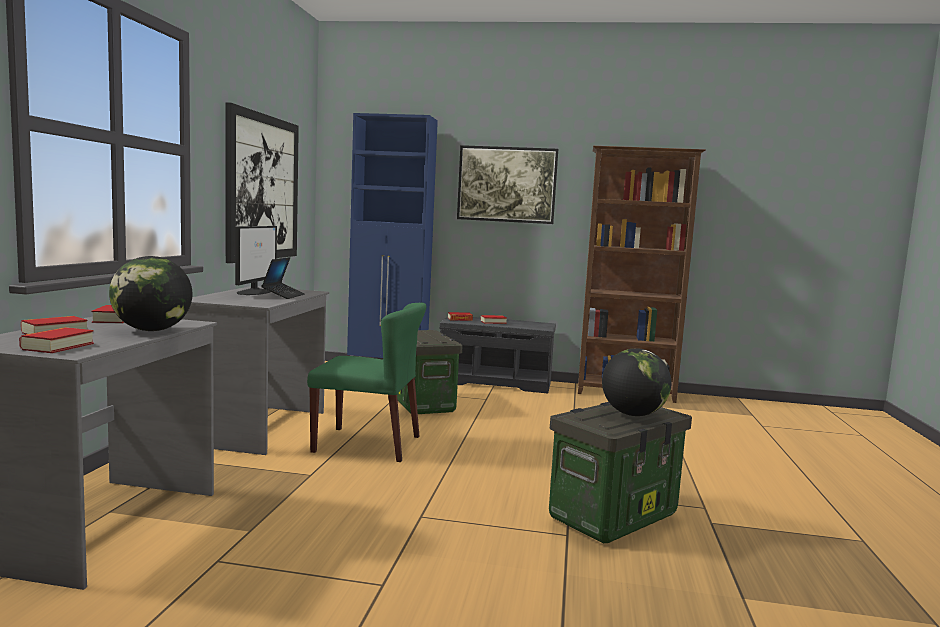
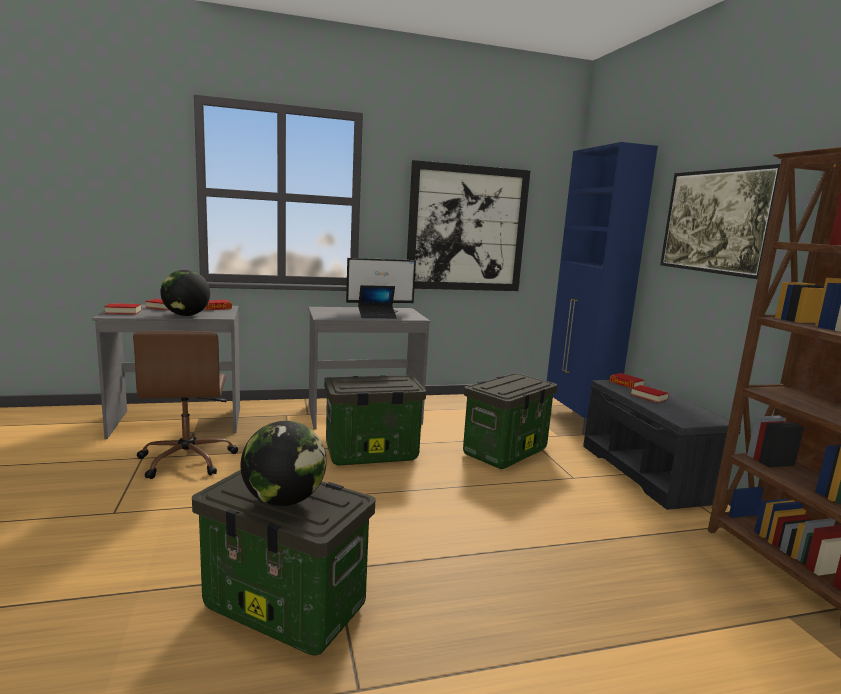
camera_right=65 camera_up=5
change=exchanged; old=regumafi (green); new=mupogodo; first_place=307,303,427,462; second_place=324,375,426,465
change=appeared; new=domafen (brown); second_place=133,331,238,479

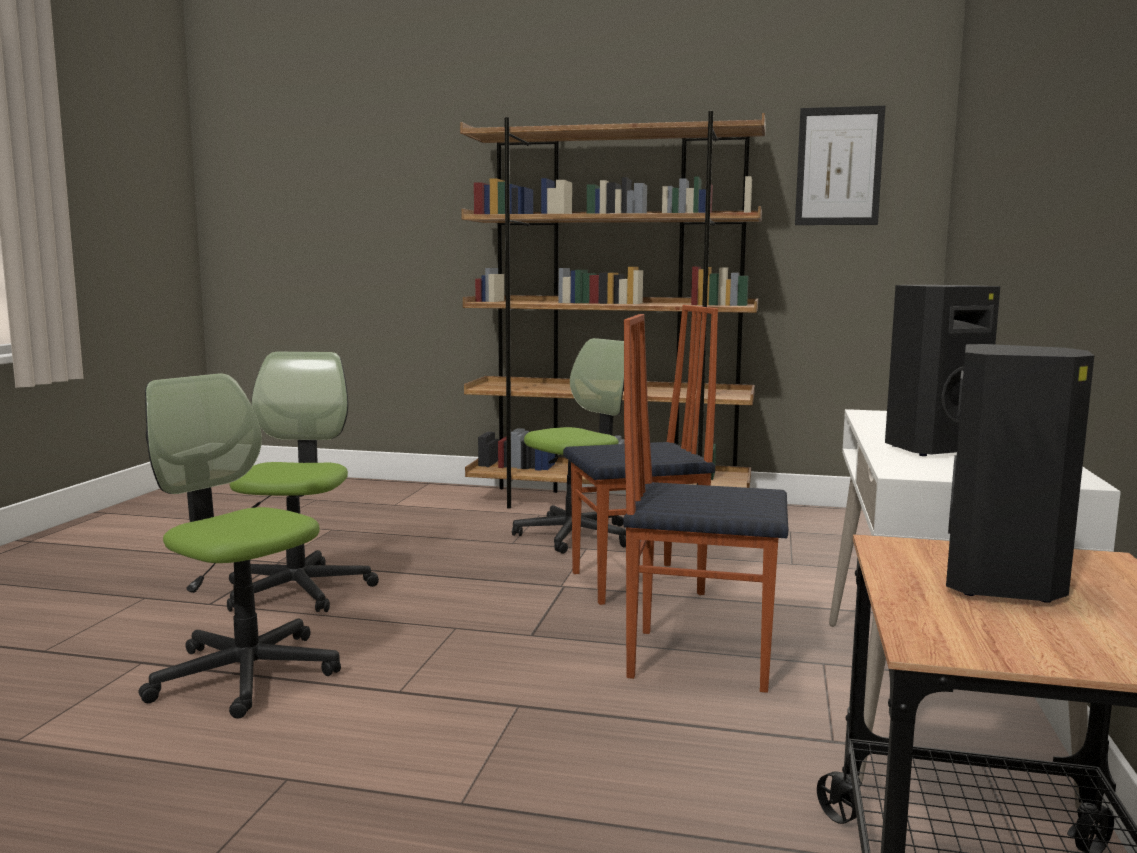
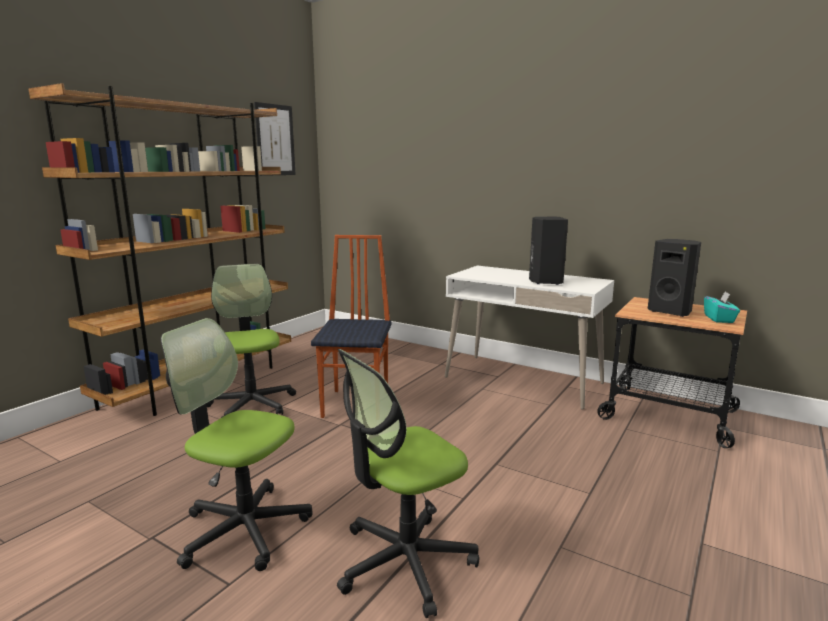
camera_right=-70 camera_up=5
change=missing; old=regumafi; first_place=623,314,788,693
change=appeared; new=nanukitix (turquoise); second_place=704,291,740,323

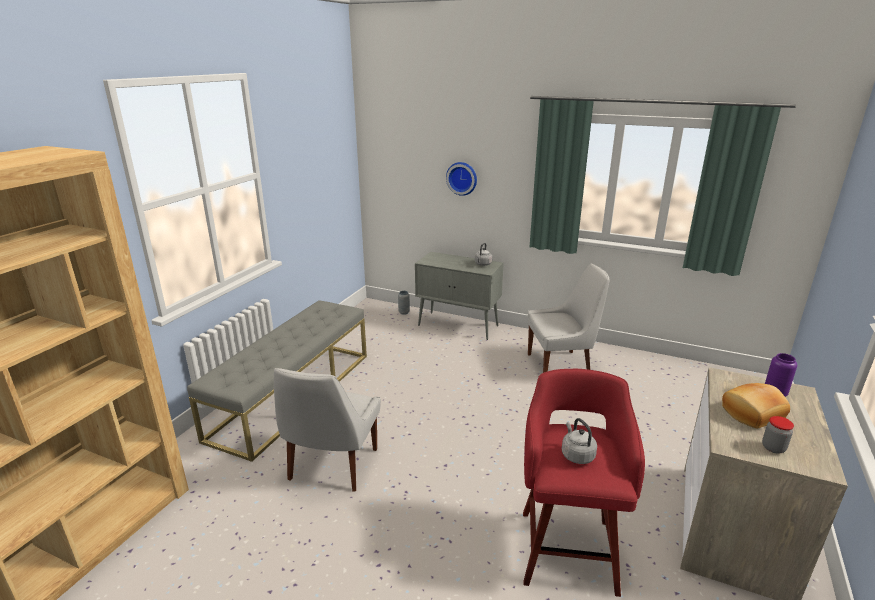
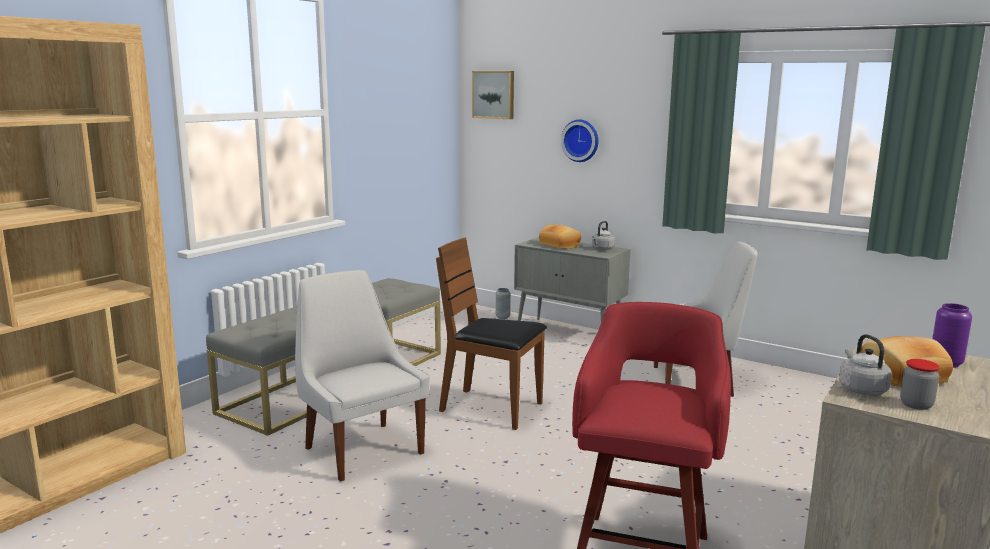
camera_right=10 camera_up=-10
change=spun; old=regumafi (white); first_place=274,368,381,492; second_place=295,270,430,482; degrees=120
change=relocated; old=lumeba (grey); first_place=562,418,597,464; second_place=839,334,892,395
change=appeared; new=regumafi (brown); second_place=436,238,547,430
change=appeared; new=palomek; second_place=472,71,514,119
change=appeared; new=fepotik; second_place=539,224,581,249

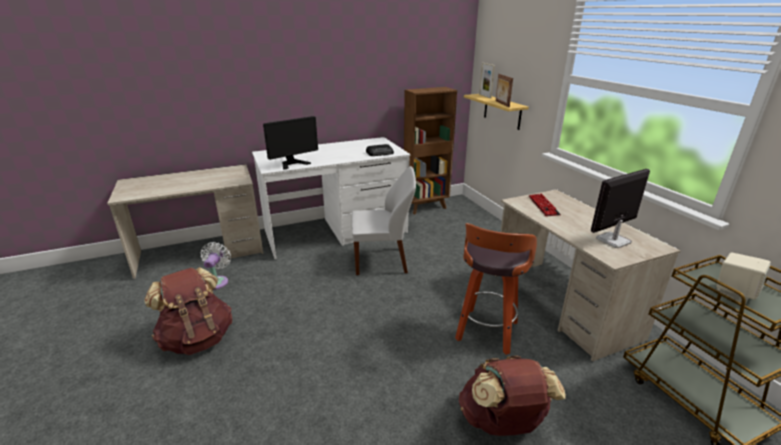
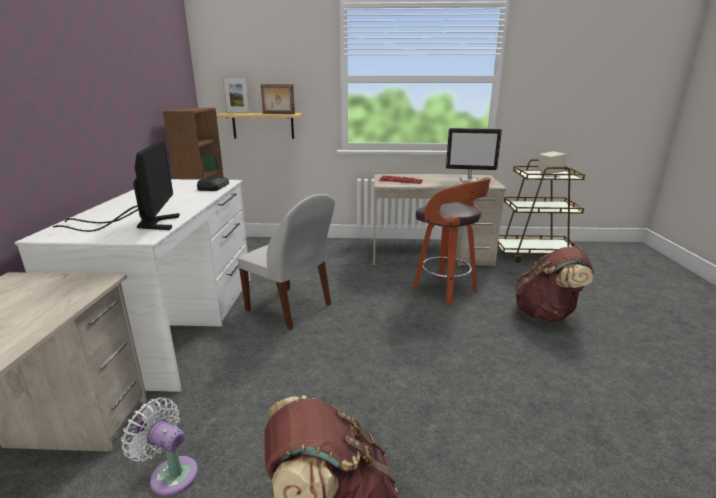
camera_right=-65 camera_up=-5
change=spun; old=regumafi (white); first_place=352,166,416,275; second_place=237,194,335,330; degrees=105
change=spun; old=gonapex; first_place=591,169,650,248; second_place=446,128,502,182; degrees=-75

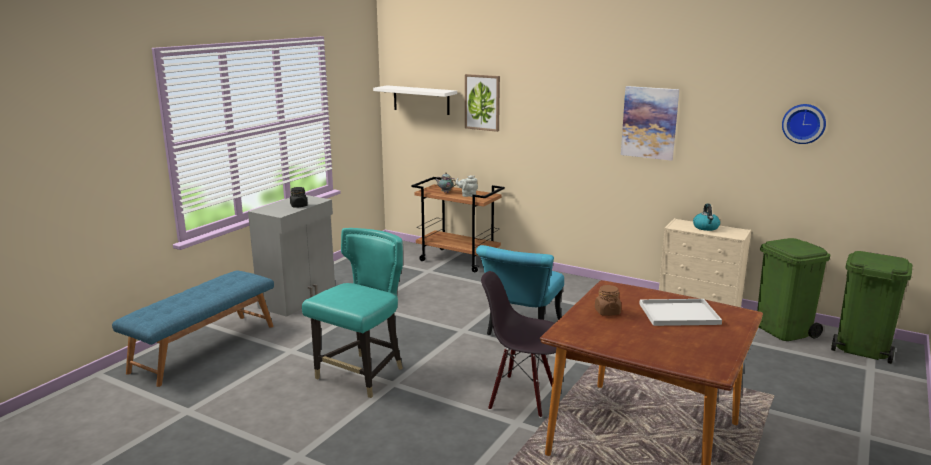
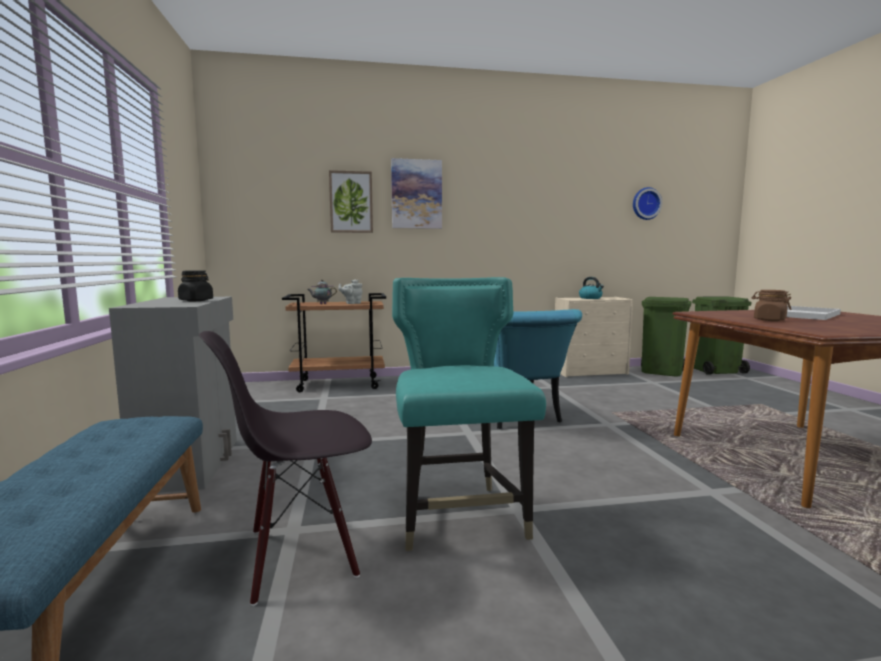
camera_right=-40 camera_up=-10
change=missing; old=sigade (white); first_place=373,85,457,115
change=relocated; old=regumafi (black); first_place=481,271,556,418; second_place=199,331,372,606
change=relocated; old=palomek; first_place=621,86,679,161; second_place=391,158,442,229

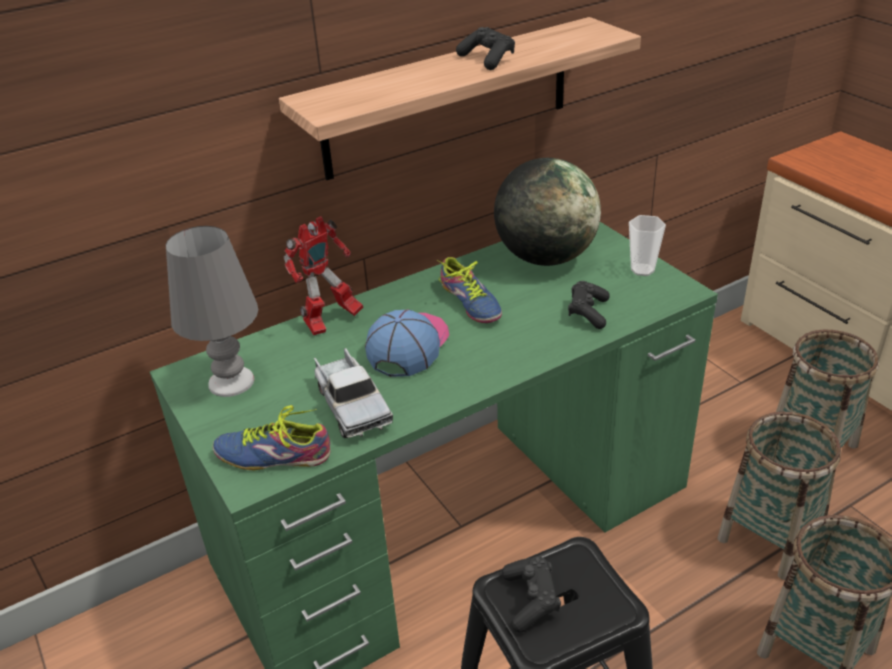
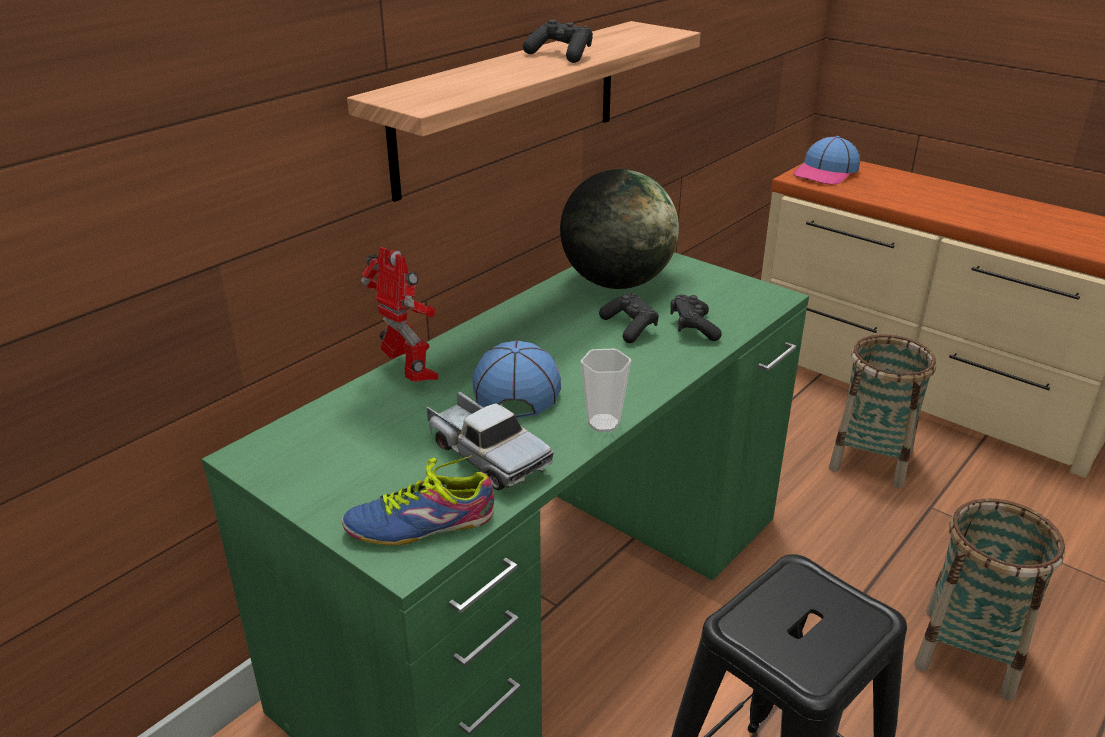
camera_right=-20 camera_up=-5
change=missing; old=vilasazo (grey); first_place=166,226,259,397
change=spun; old=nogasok; first_place=284,216,363,335; second_place=361,247,439,382; degrees=-75
change=missing; old=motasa; first_place=437,257,502,323
change=relocated; old=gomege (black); first_place=502,556,561,633; second_place=599,293,659,343
change=relocated; old=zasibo; first_place=629,215,666,276; second_place=581,349,631,432
change=missing; old=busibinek; first_place=717,412,841,580
change=appeared; new=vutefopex; second_place=793,136,860,185

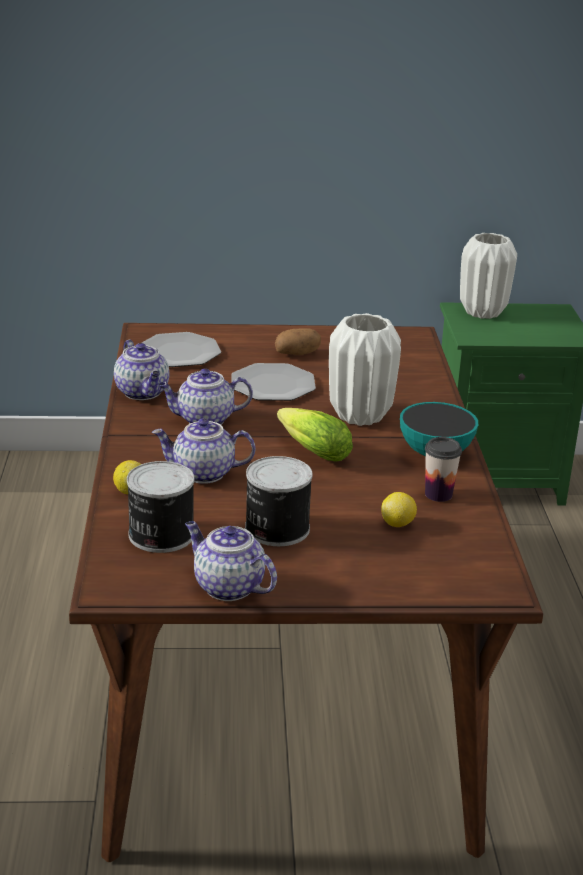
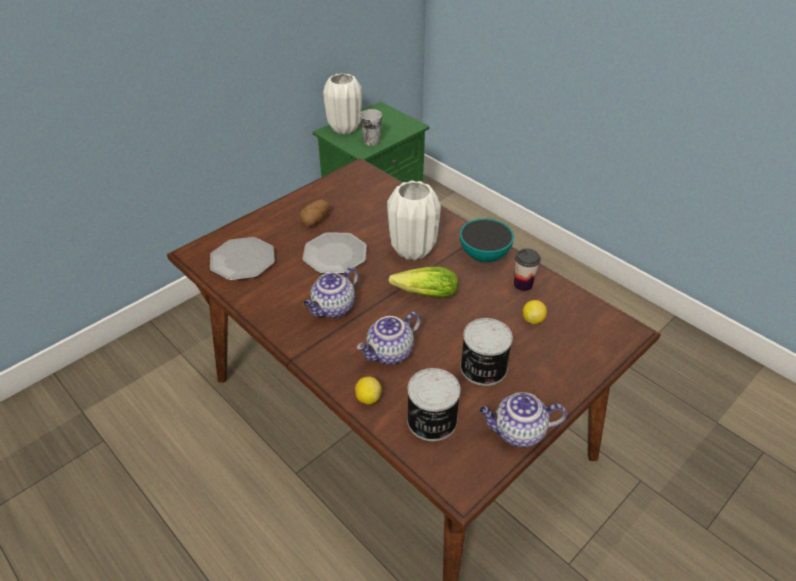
camera_right=-40 camera_up=15
change=missing; old=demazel; first_place=114,340,170,400
change=appeared; new=zasibo; second_place=360,109,382,146

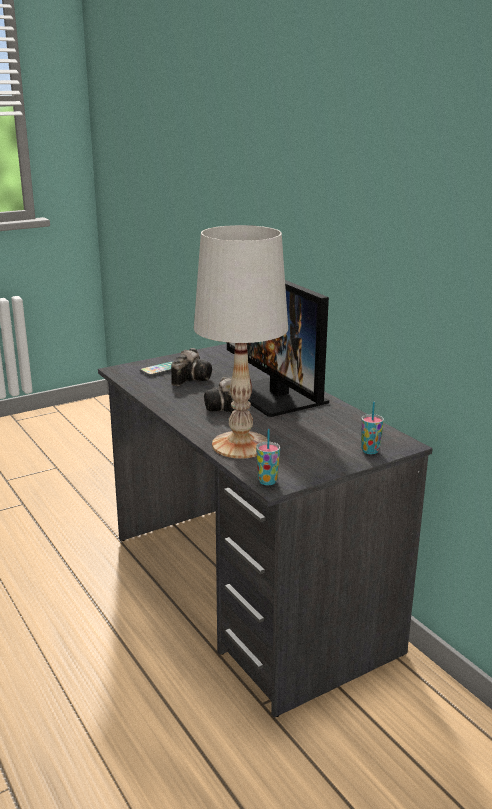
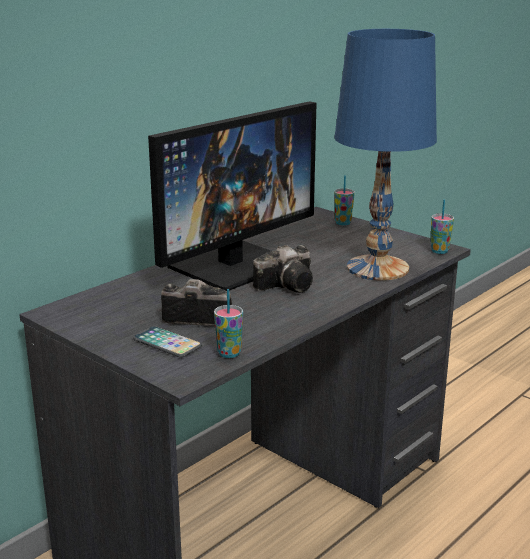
camera_right=-105 camera_up=0
change=colour; old=vilasazo (white); new=vilasazo (blue); first_place=194,225,288,459; second_place=334,29,437,281
change=appeared; new=zasibo; second_place=214,289,243,358

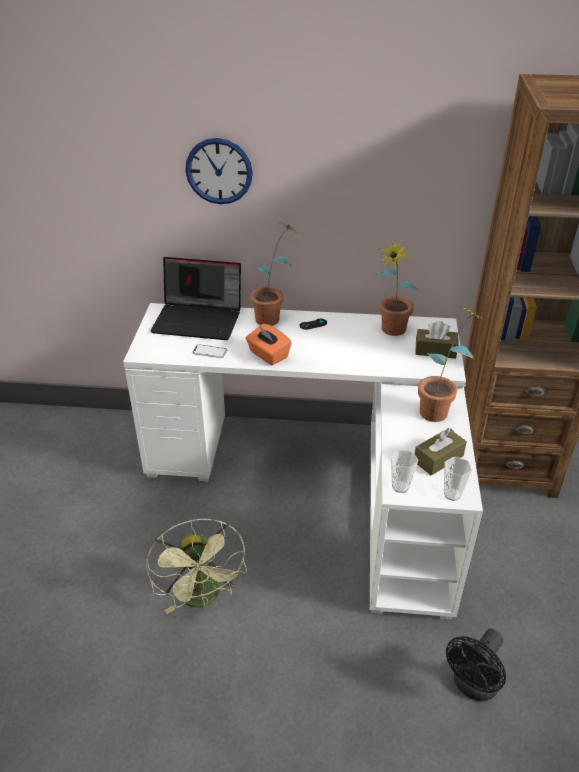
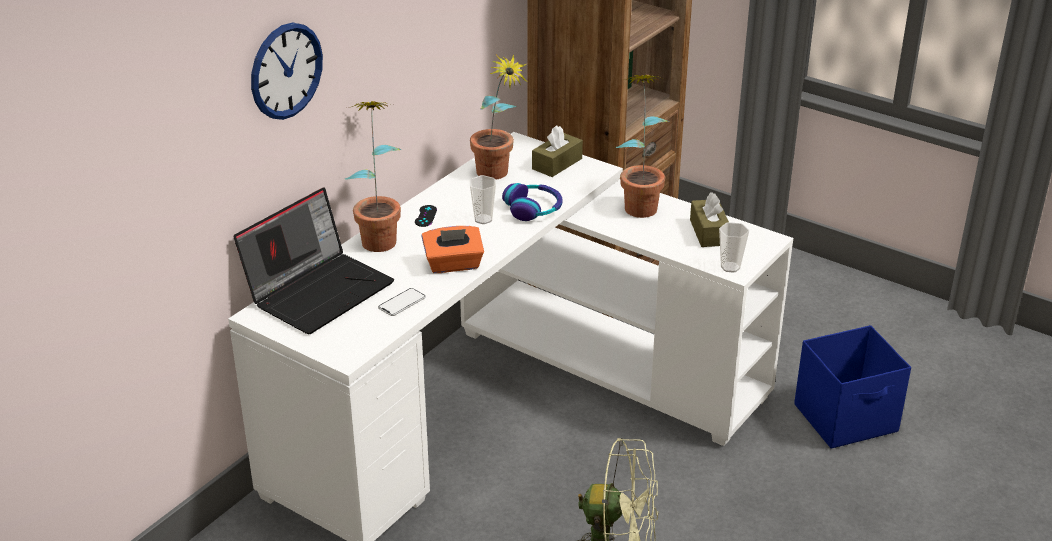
camera_right=-60 camera_up=-5
change=relocated; old=zasibo; first_place=444,457,472,501; second_place=470,175,496,224
change=exchanged; old=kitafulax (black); new=mupogodo (blue); first_place=446,629,506,702; second_place=794,325,911,449
change=appeared; new=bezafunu; second_place=502,183,563,221

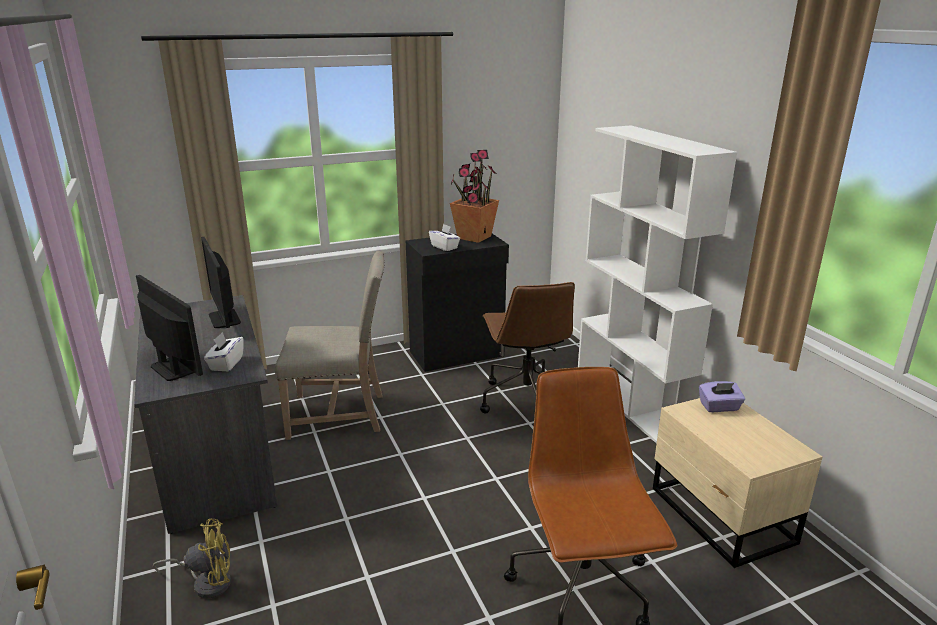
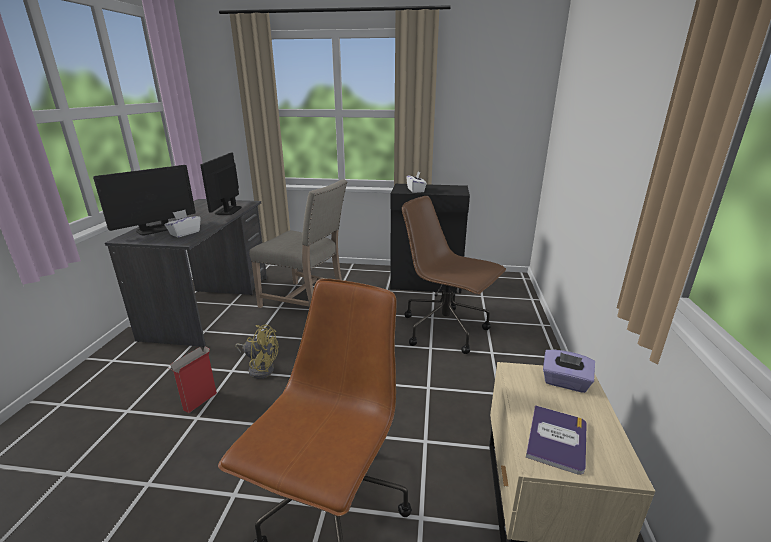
camera_right=30 camera_up=0
change=spun; old=gonapex; first_place=136,275,203,381; second_place=93,165,196,236; degrees=60
change=relocated; old=kitafulax (yellow); first_place=153,519,231,598; second_place=235,324,278,379
change=missing; old=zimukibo; first_place=450,150,499,243
change=spun; old=domafen (brown); first_place=480,282,575,414; second_place=402,196,506,354; degrees=105
change=missing; old=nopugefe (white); first_place=578,125,737,444
change=appeared; new=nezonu; second_place=168,347,217,413
change=appeared; new=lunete; second_place=526,405,586,475

